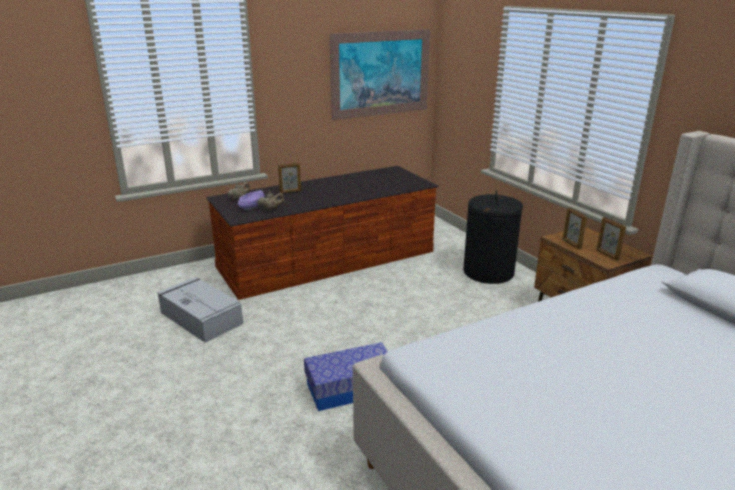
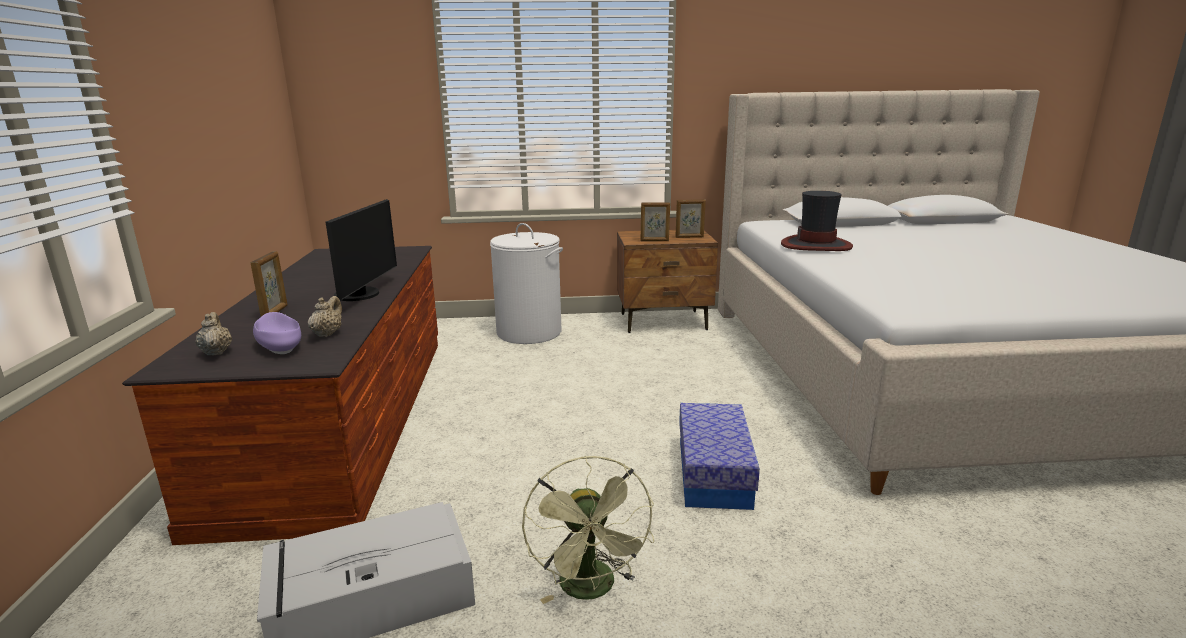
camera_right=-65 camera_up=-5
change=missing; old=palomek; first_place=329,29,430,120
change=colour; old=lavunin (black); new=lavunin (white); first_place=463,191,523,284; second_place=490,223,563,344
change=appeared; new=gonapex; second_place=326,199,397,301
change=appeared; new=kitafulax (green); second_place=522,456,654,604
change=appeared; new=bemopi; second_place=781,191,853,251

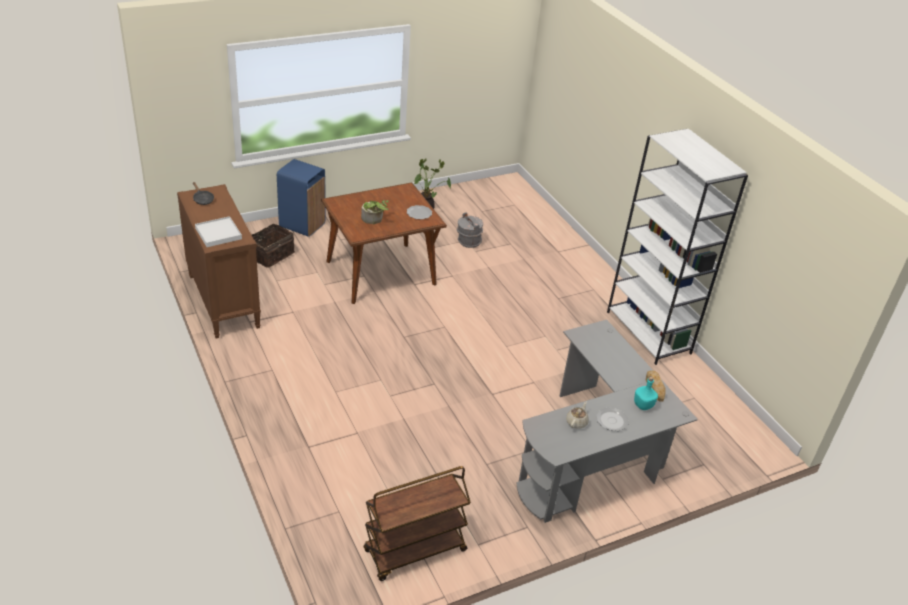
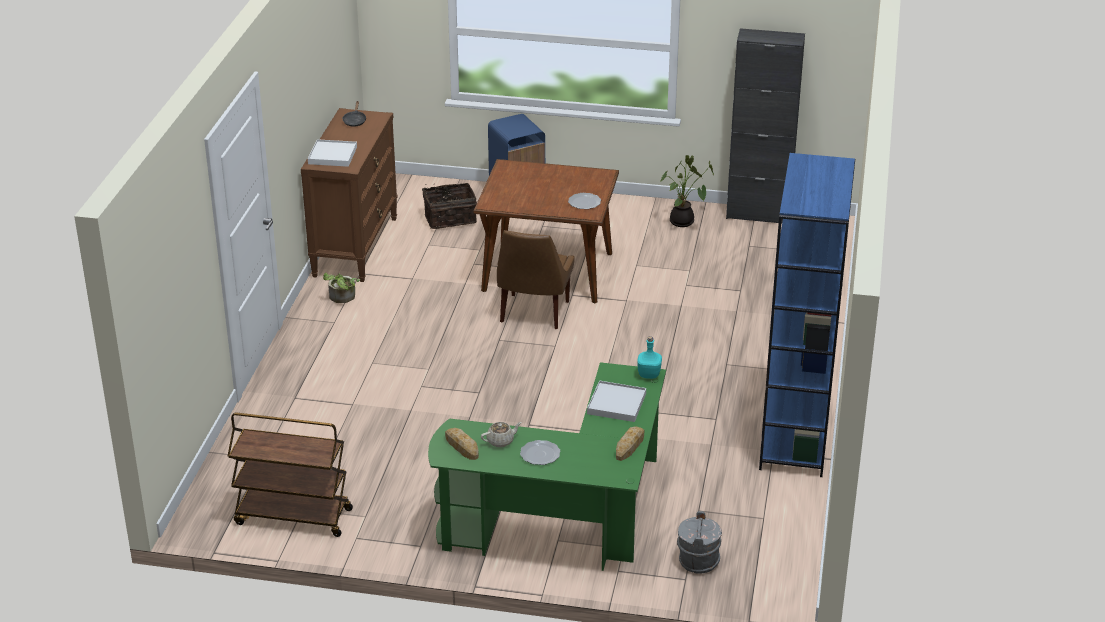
camera_right=40 camera_up=-5
change=relocated; old=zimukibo; first_place=361,200,389,224; second_place=323,273,360,303
change=relocated; old=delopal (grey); first_place=457,212,483,248; second_place=677,511,722,574
change=colour; old=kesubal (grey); new=kesubal (green); first_place=517,320,698,523; second_place=428,362,666,571
change=colour; old=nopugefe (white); new=nopugefe (blue); first_place=607,129,748,365; second_place=759,153,855,477
change=relocated; old=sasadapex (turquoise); first_place=634,377,658,410; second_place=637,336,662,379
change=appeared; new=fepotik; second_place=445,428,479,460
change=appeared; new=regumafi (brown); second_place=497,230,575,329
change=appeared; new=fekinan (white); second_place=587,381,646,422
change=appeared; new=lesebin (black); second_place=726,28,805,223

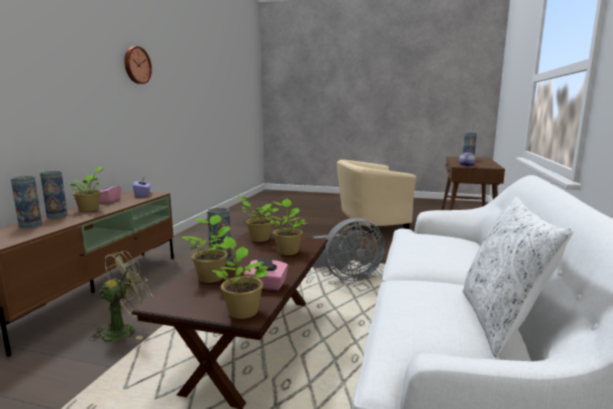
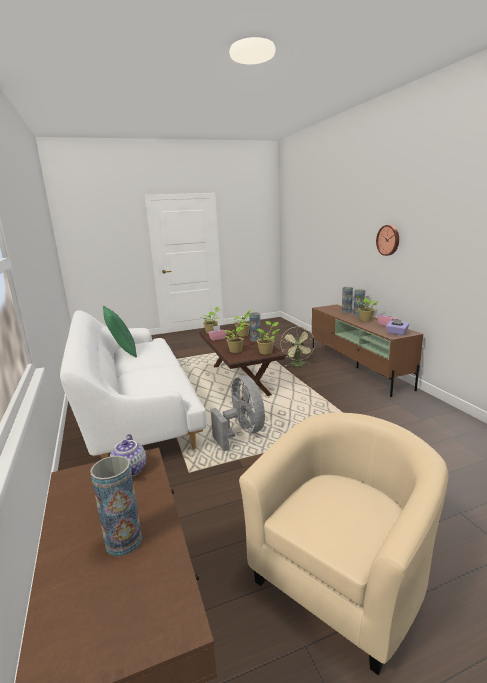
camera_right=145 camera_up=5
change=relocated; old=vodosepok; first_place=124,46,152,84; second_place=376,225,399,256
change=spun; old=kitafulax (grey); first_place=312,218,385,281; second_place=211,375,265,451; degrees=120
change=colour; old=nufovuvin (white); new=nufovuvin (green); first_place=462,197,574,357; second_place=103,306,137,357

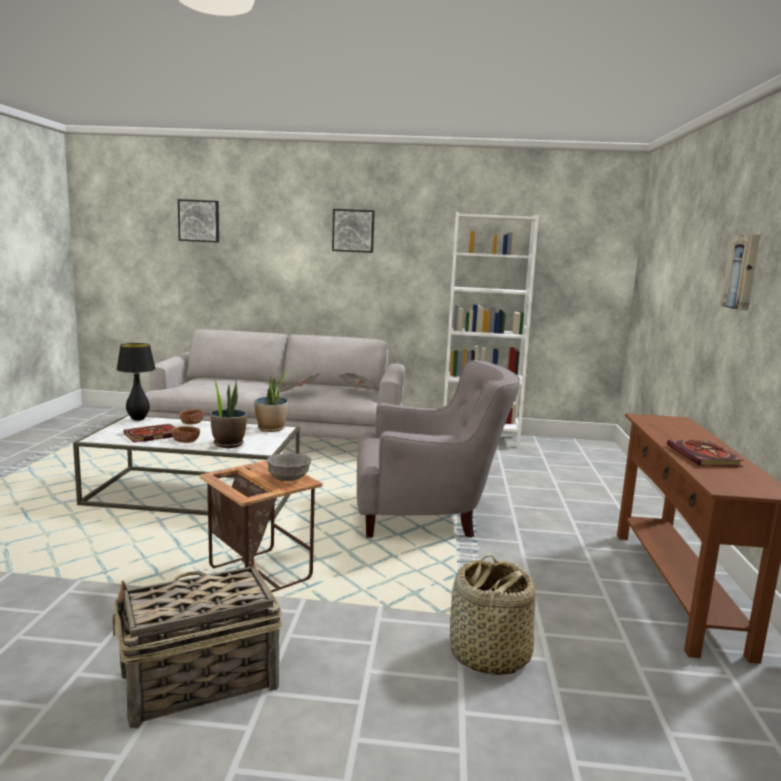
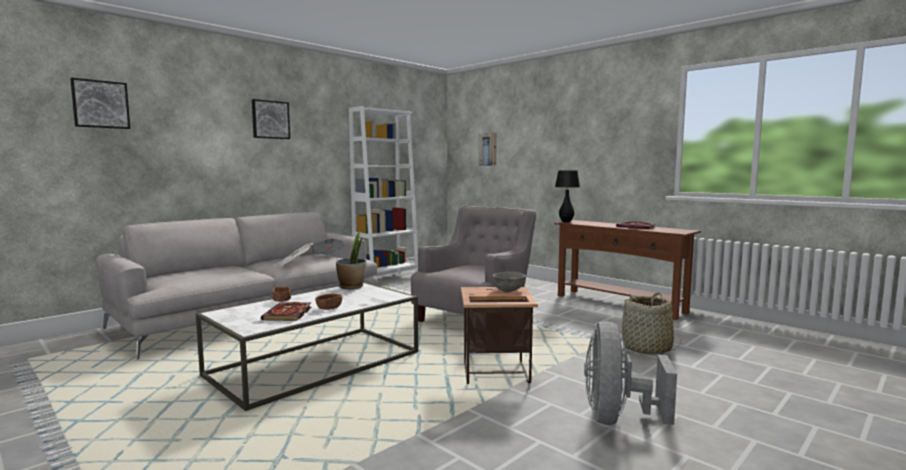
camera_right=-50 camera_up=-5
change=exchanged; old=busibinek; new=kitafulax (grey); first_place=112,558,282,728; second_place=584,321,677,425
change=relocated; old=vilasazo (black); first_place=117,343,156,421; second_place=555,171,580,223
change=missing; old=zimukibo; first_place=210,378,247,448
change=relocated; old=palomek; first_place=720,235,760,311; second_place=478,133,497,166

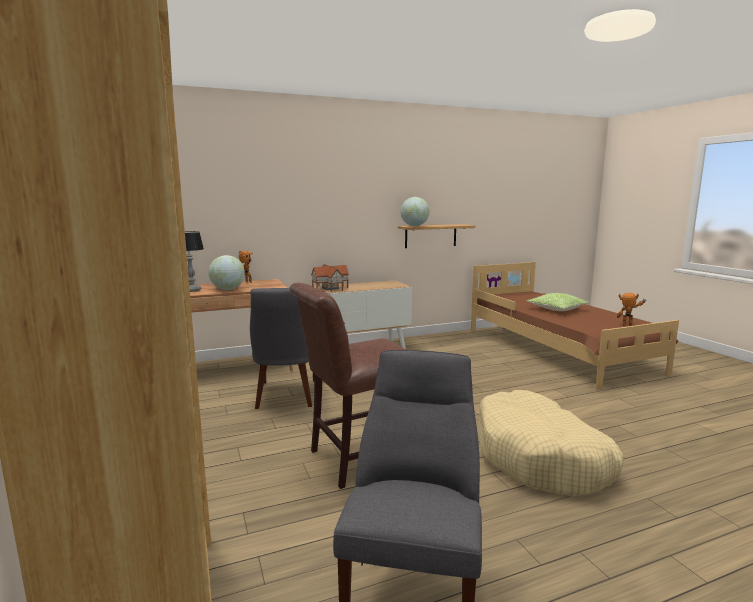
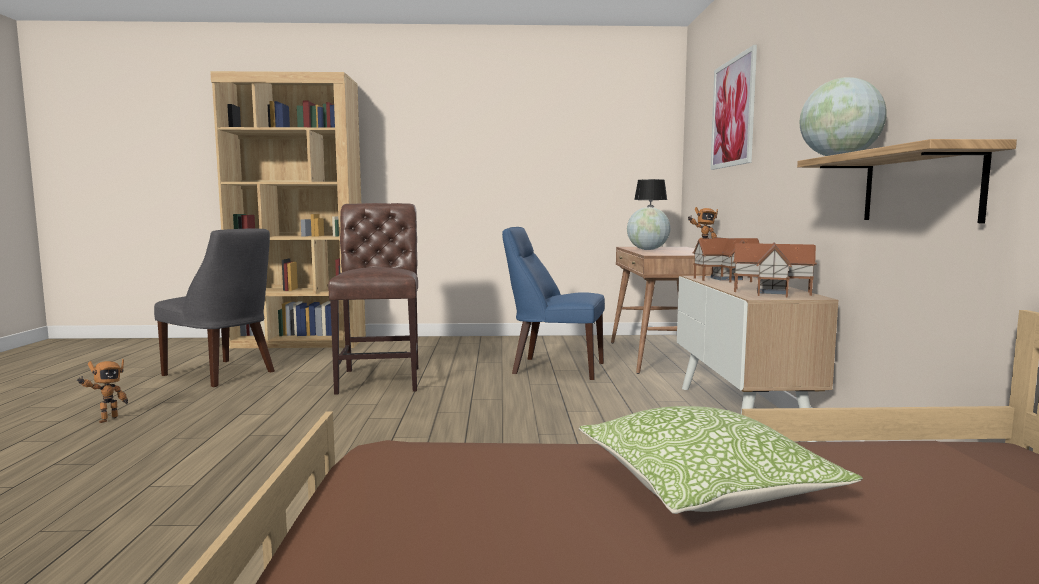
camera_right=110 camera_up=-5
change=colour; old=regumafi (grey); new=regumafi (blue); first_place=250,288,314,409; second_place=502,227,605,380
change=missing; old=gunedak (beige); first_place=478,390,624,496
change=relocated; old=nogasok; first_place=617,293,646,326; second_place=77,359,128,423
change=appeared; new=palomek; second_place=710,45,757,170
change=appeared; new=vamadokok; second_place=733,243,817,297

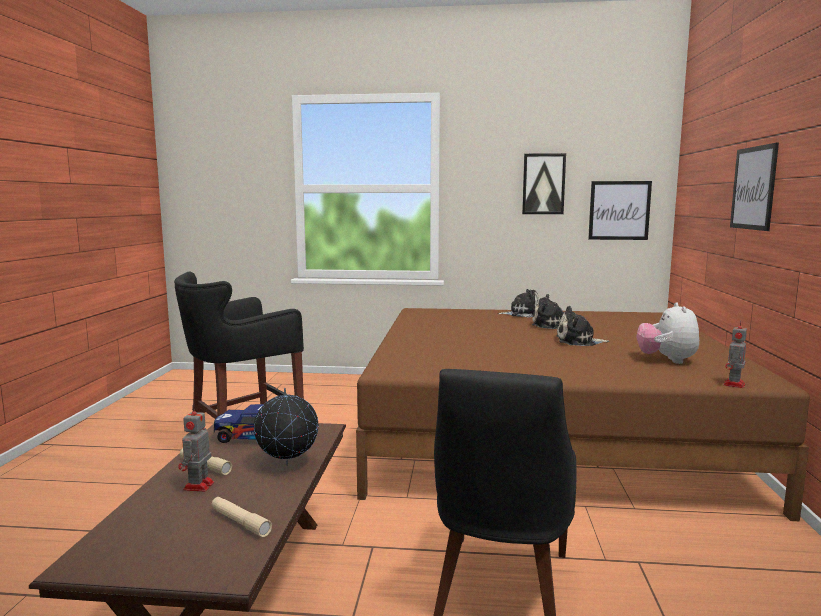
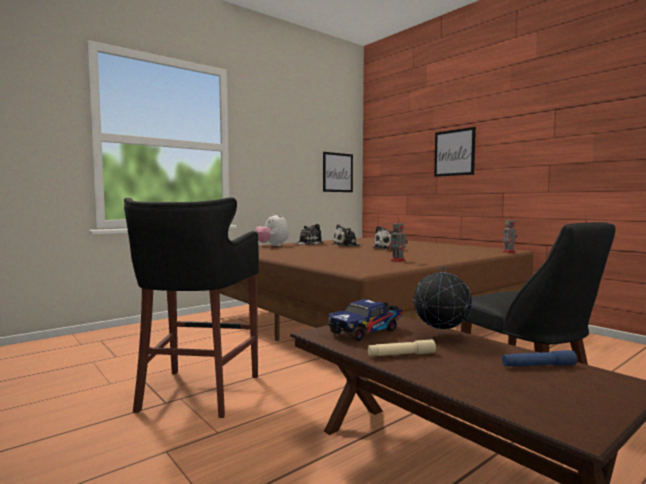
camera_right=-45 camera_up=-5
change=relocated; old=nogasok; first_place=178,404,214,492; second_place=388,219,408,262
change=colour; old=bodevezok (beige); new=bodevezok (blue); first_place=211,497,272,537; second_place=502,350,577,366
change=missing; old=palomek; first_place=522,153,566,214
change=relocated; old=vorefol; first_place=636,302,699,364; second_place=255,214,289,246

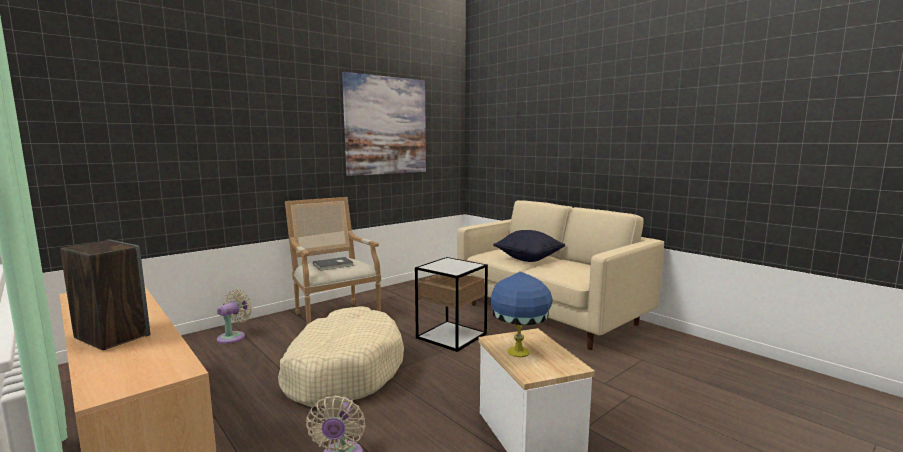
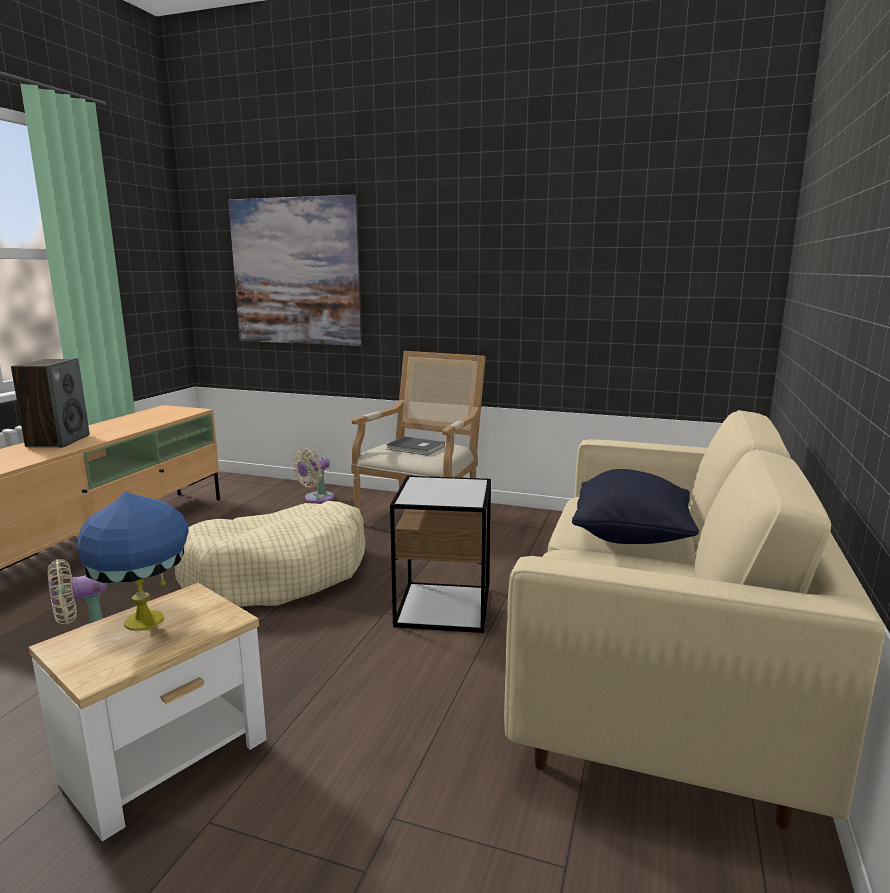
camera_right=60 camera_up=5
change=spun; old=kitafulax (beige); first_place=217,289,252,344; second_place=293,448,334,503; degrees=135
change=relocated; old=palomek; first_place=342,72,426,176; second_place=228,195,361,346

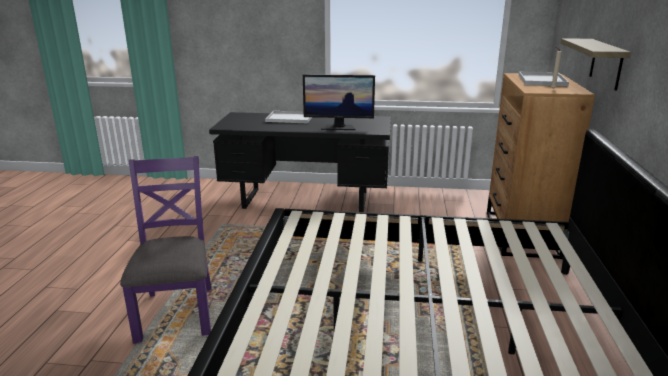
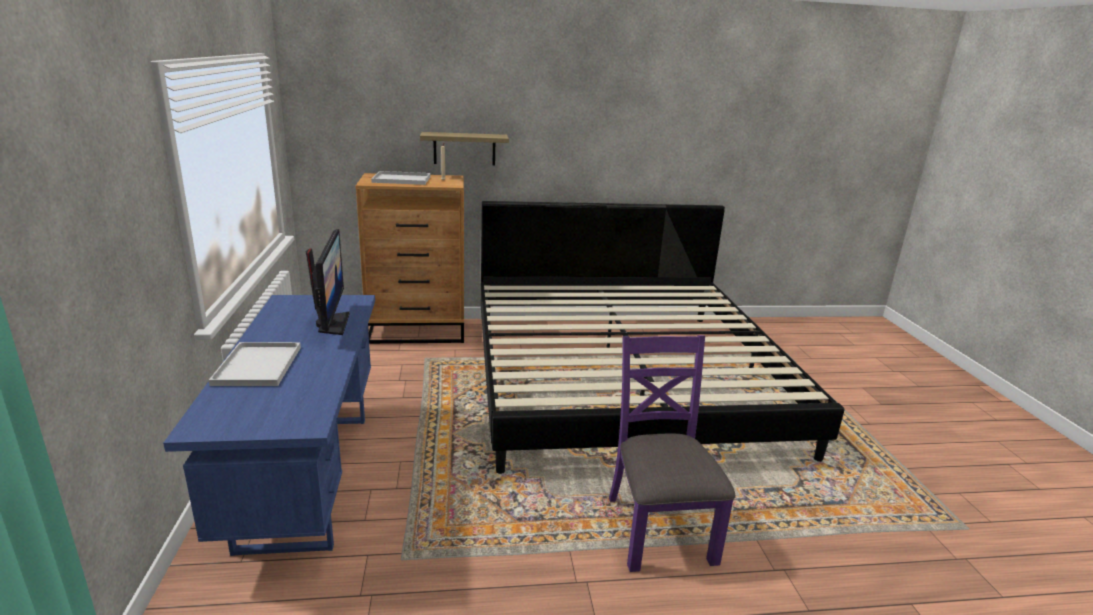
camera_right=-105 camera_up=0
change=spun; old=regumafi (purple); first_place=120,156,212,344; second_place=609,335,736,572; degrees=105
change=colour; old=kesubal (black); new=kesubal (blue); first_place=209,112,391,212; second_place=163,295,375,556

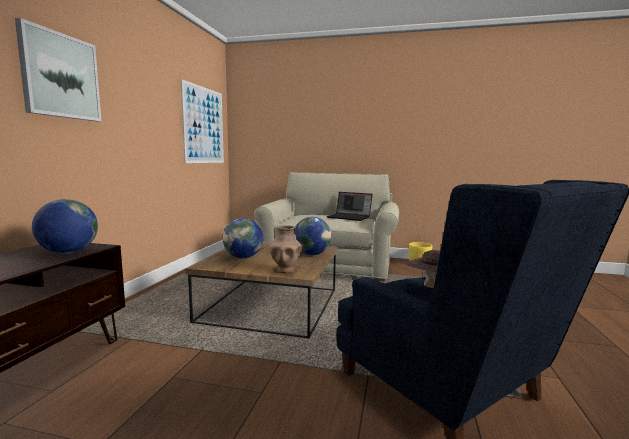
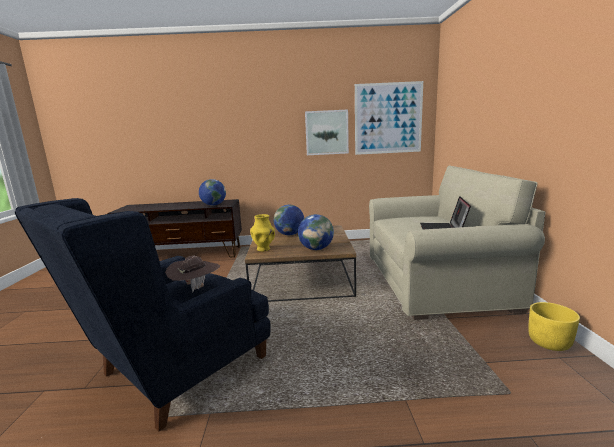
camera_right=75 camera_up=5
change=relocated; old=palomek; first_place=15,18,101,121; second_place=305,110,349,155
change=colour; old=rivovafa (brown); new=rivovafa (yellow); first_place=270,225,302,273; second_place=250,214,275,252

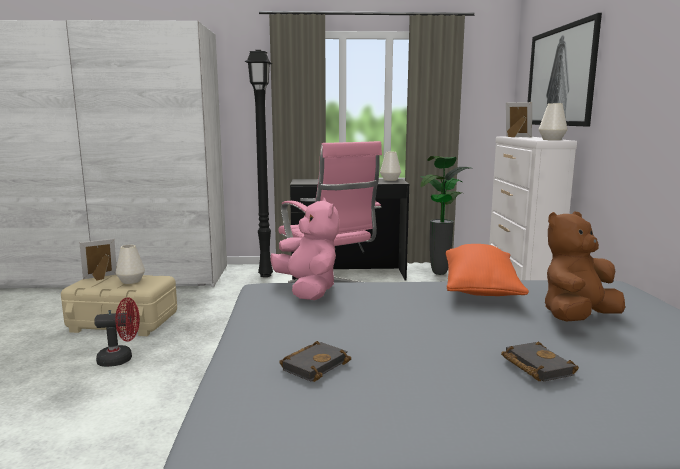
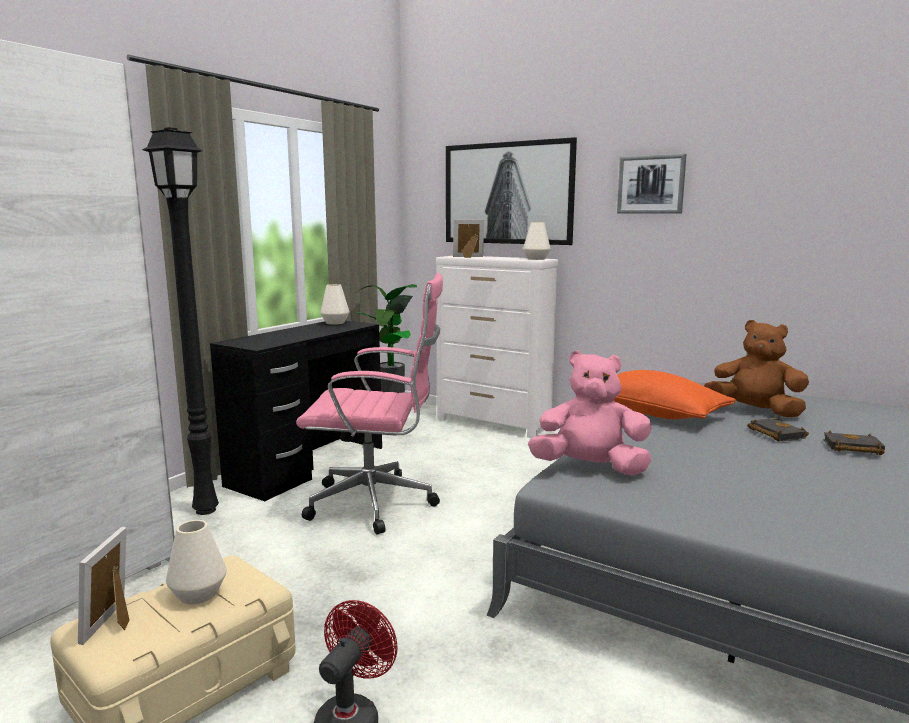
camera_right=-55 camera_up=0
change=relocated; old=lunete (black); first_place=279,341,351,382; second_place=747,417,809,442
change=spun; old=vorefol (brown); first_place=545,211,625,322; second_place=704,320,809,417; degrees=120
change=appeared; new=palomek; second_place=617,154,686,214

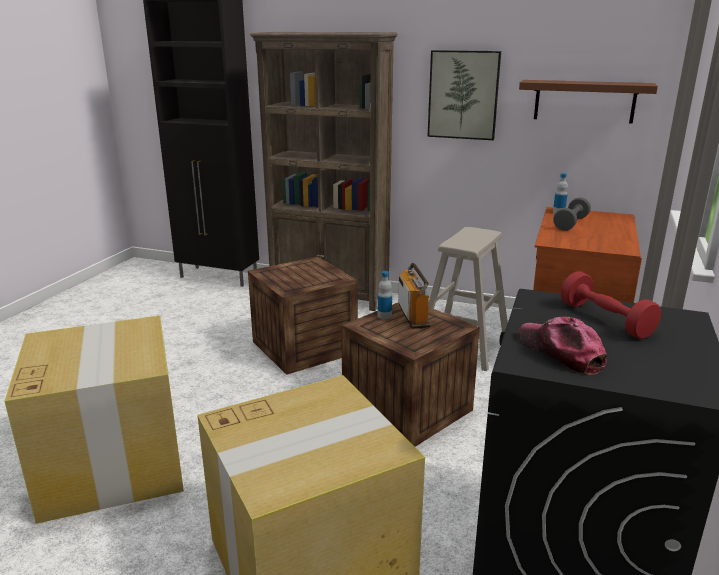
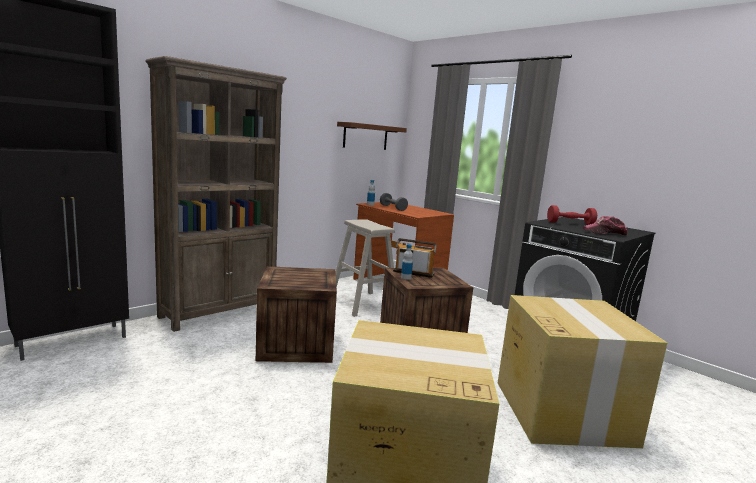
camera_right=-65 camera_up=-10
change=missing; old=palomek; first_place=427,50,501,140

